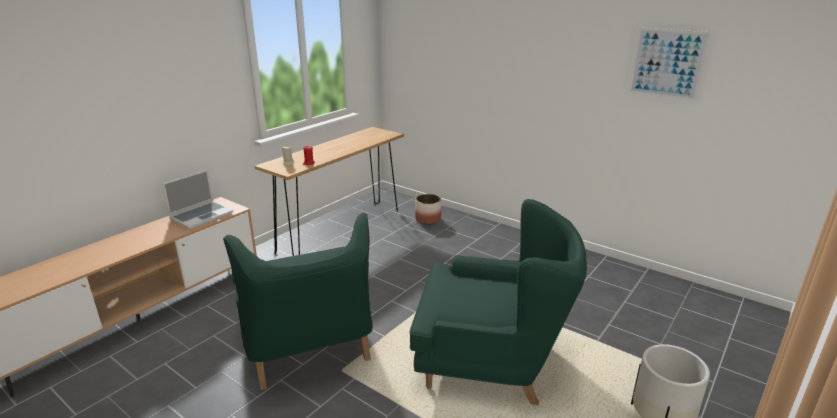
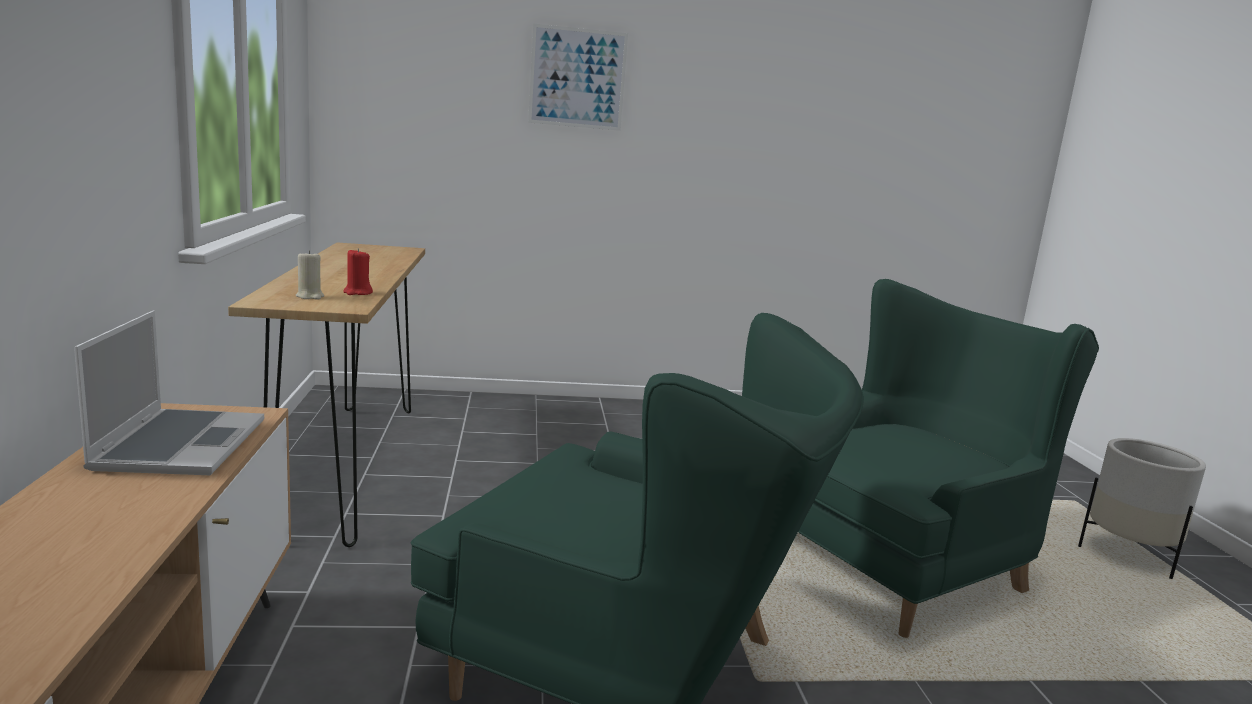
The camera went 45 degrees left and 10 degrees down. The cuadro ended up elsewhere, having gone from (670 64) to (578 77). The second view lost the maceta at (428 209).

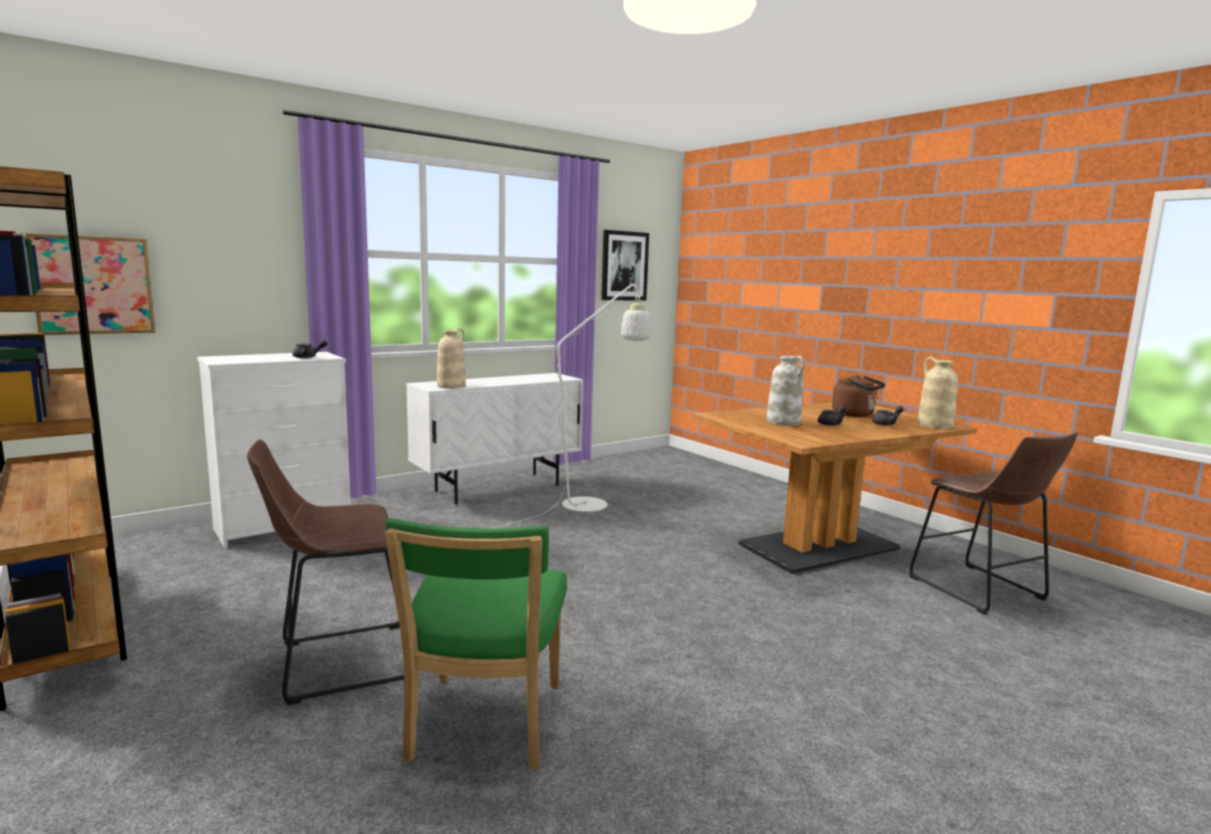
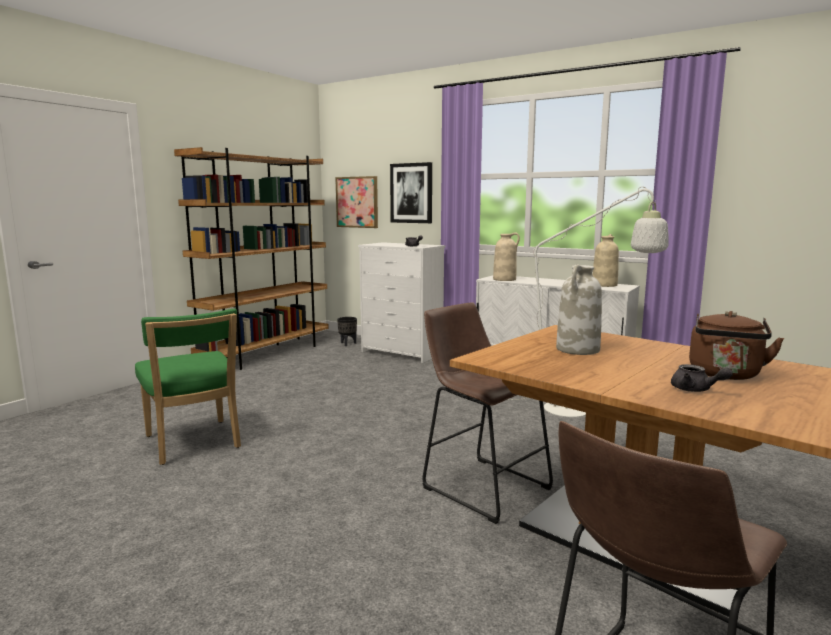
The camera went 70 degrees right and 0 degrees up. The cuadro ended up elsewhere, having gone from (625 265) to (411 192). The florero (beis) ended up elsewhere, having gone from (938 393) to (605 260). The second view lost the tetera (gris) at (832 415). The taburete (marrón) ended up elsewhere, having gone from (325 572) to (488 413). The silla (verde) at (476 644) ended up facing another way, 105 degrees counterclockwise from before. The second view gained the maceta (negro) at (347 331).

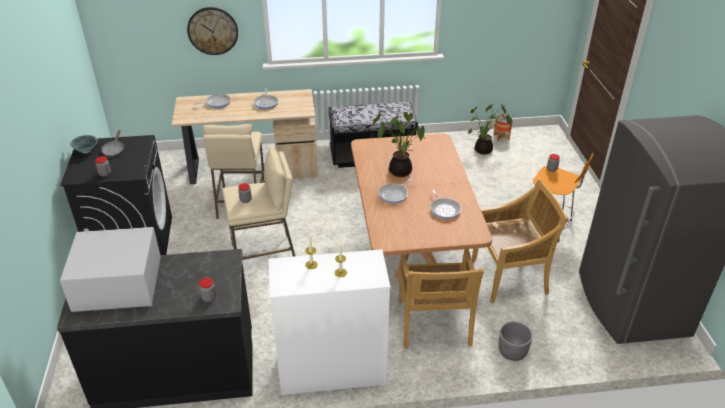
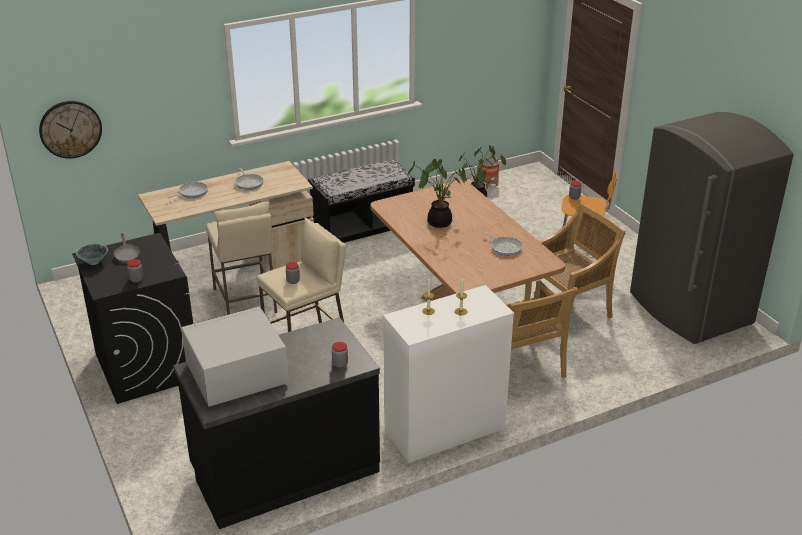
The camera went 20 degrees left and 5 degrees down. The reloj de pared ended up elsewhere, having gone from (212 31) to (70 130). The second view lost the sartén at (395 191). The second view lost the maceta (gris) at (515 341).

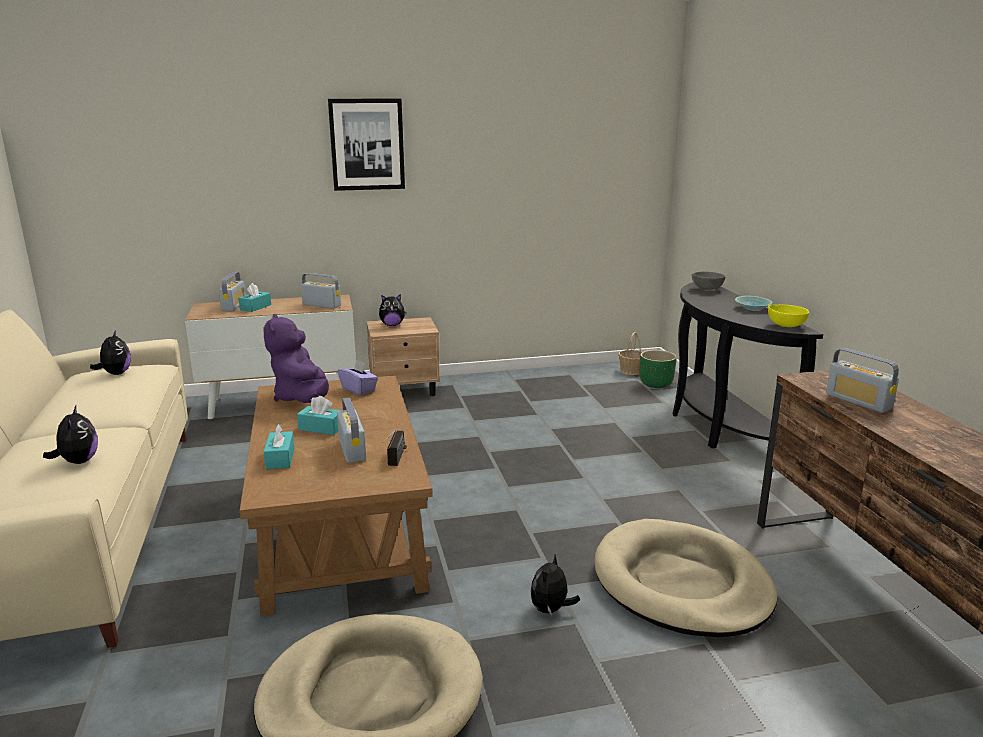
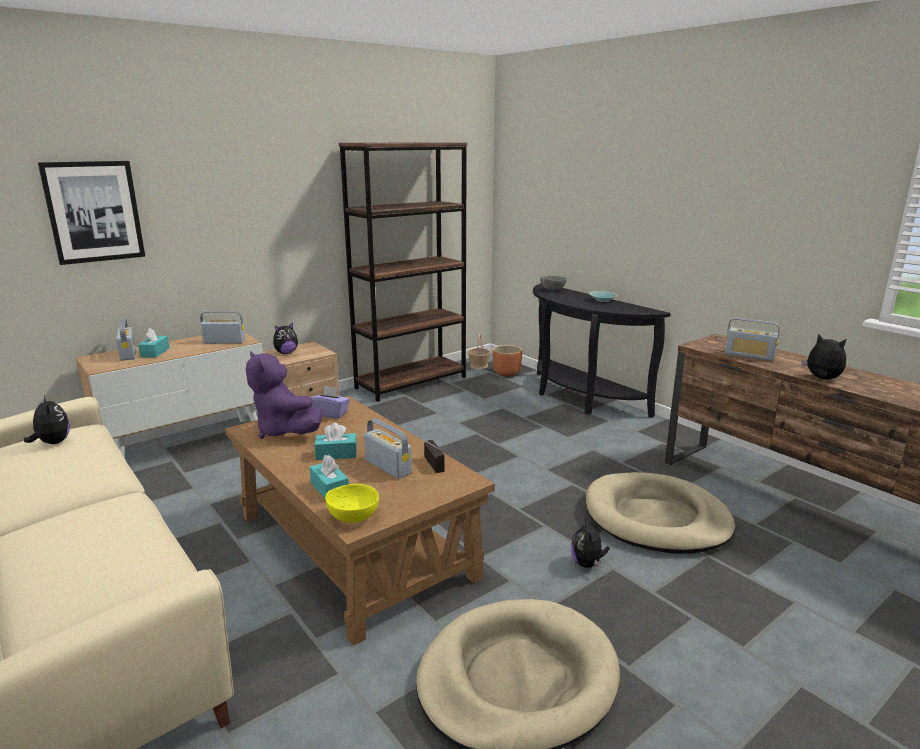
The camera went 25 degrees left and 0 degrees up. The cuadro ended up elsewhere, having gone from (366 145) to (91 213). The cuenco (amarillo) ended up elsewhere, having gone from (788 316) to (352 503). What was the maceta (verde) at (658 369) turned into the maceta (marrón) at (507 360). The peluche ended up elsewhere, having gone from (70 435) to (823 357). The second view gained the estantería (marrón) at (403 272).

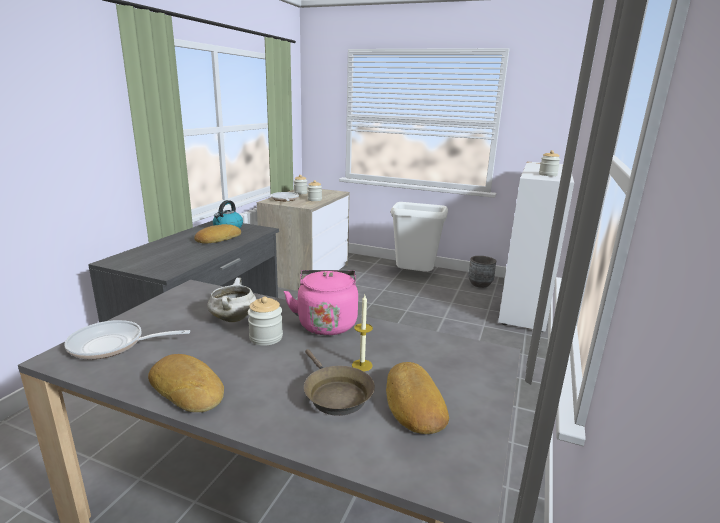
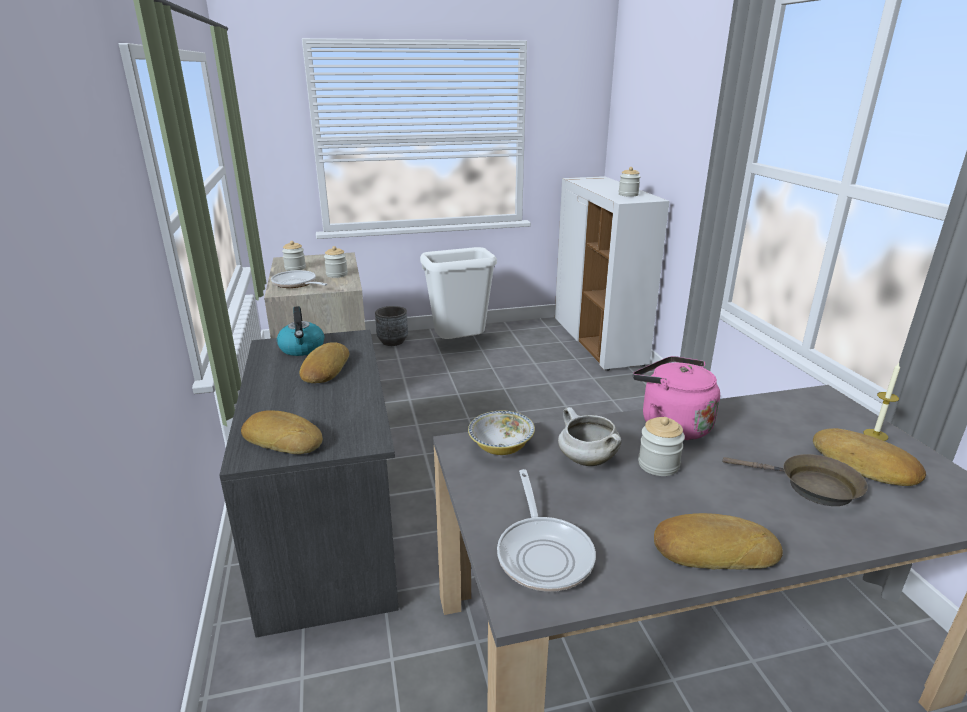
The camera went 35 degrees left and 5 degrees up. The maceta (gris) ended up elsewhere, having gone from (482 272) to (391 326). The vela ended up elsewhere, having gone from (362 333) to (882 402). The sartén at (127 339) ended up facing another way, 60 degrees counterclockwise from before. The second view gained the pan at (282 432). The second view gained the cuenco at (501 433).

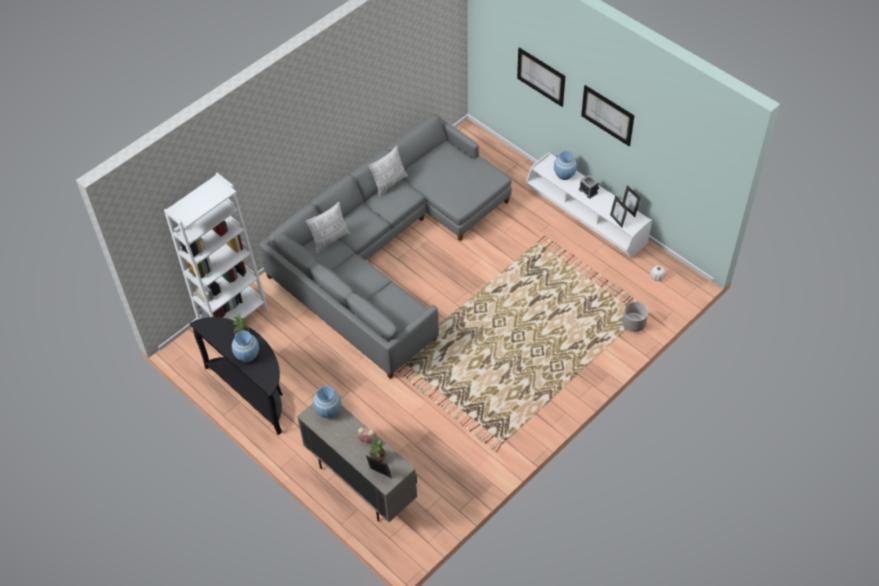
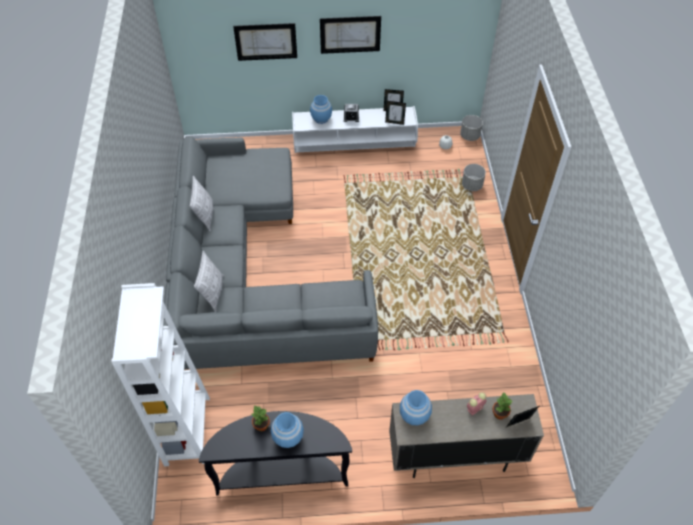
The camera went 50 degrees left and 0 degrees up. The second view gained the maceta (gris) at (471 128).

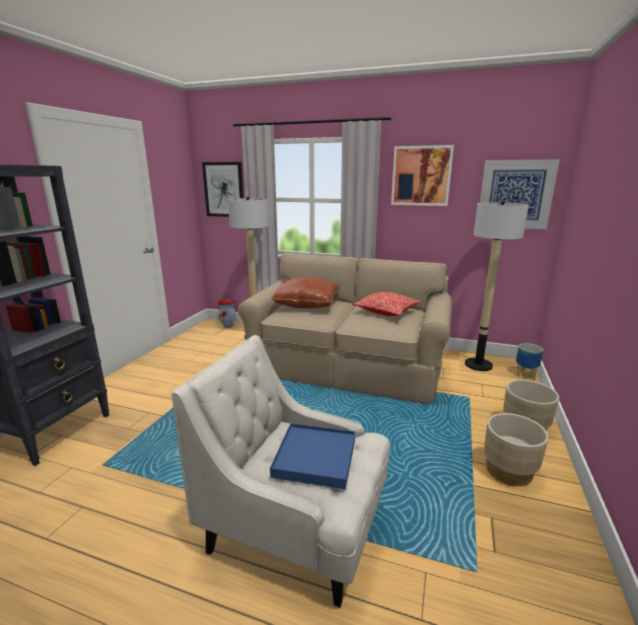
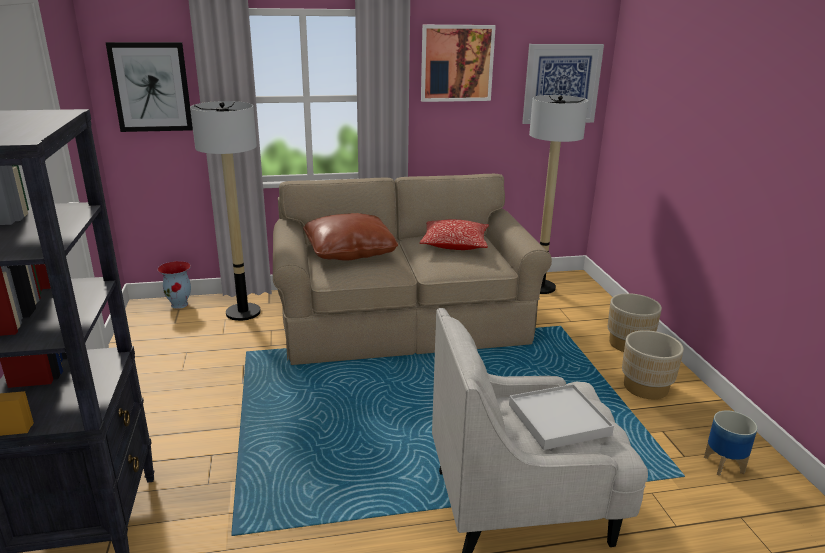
The camera went 30 degrees left and 5 degrees up. The maceta ended up elsewhere, having gone from (529 361) to (731 443). What was the bandeja (azul) at (312 456) turned into the bandeja (blanco) at (561 417).

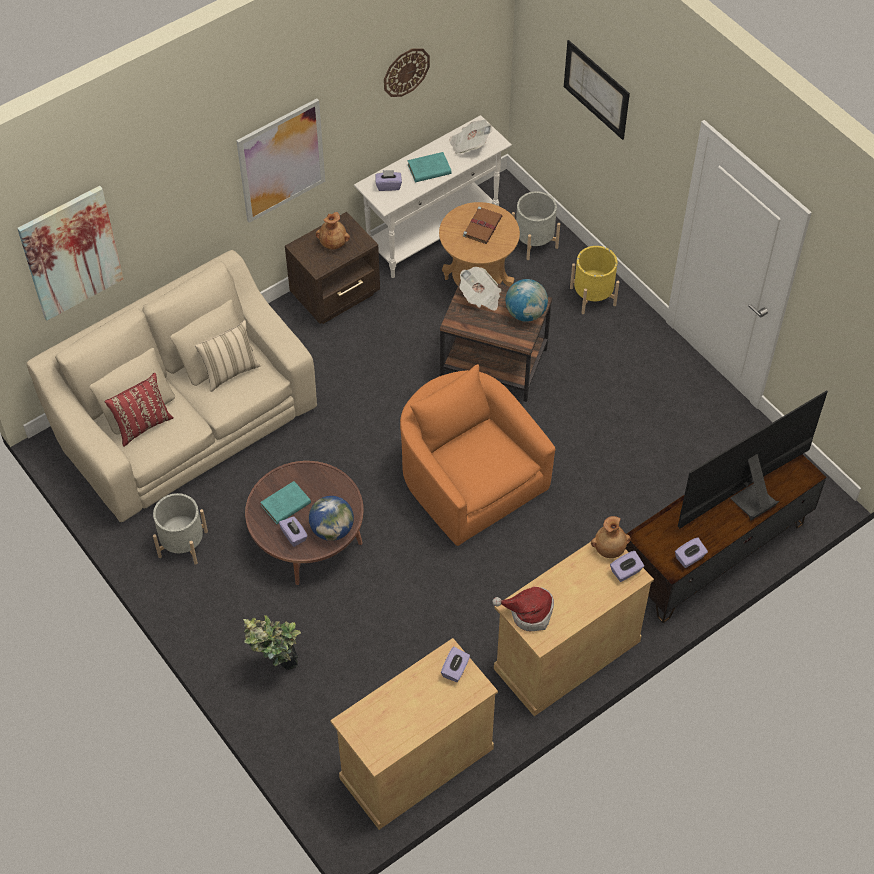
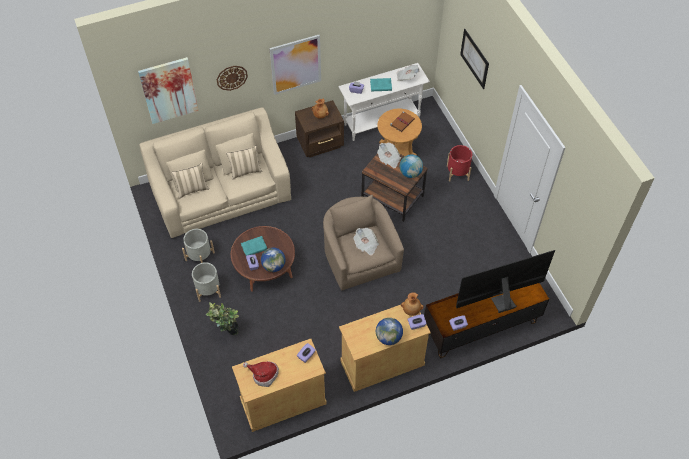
The camera went 15 degrees right and 0 degrees up. The reloj de pared ended up elsewhere, having gone from (407 72) to (232 78). The maceta (gris) ended up elsewhere, having gone from (536 225) to (206 282). What was the maceta (amarillo) at (594 280) turned into the maceta (rojo) at (460 163). What was the sillón (naranja) at (477 455) turned into the sillón (beis) at (363 242). What was the cojín (rojo) at (139 410) turned into the cojín (beis) at (190 181). The sombrero ended up elsewhere, having gone from (523 608) to (261 374). The second view gained the periódico at (366 241). The second view gained the globo terráqueo at (389 331).

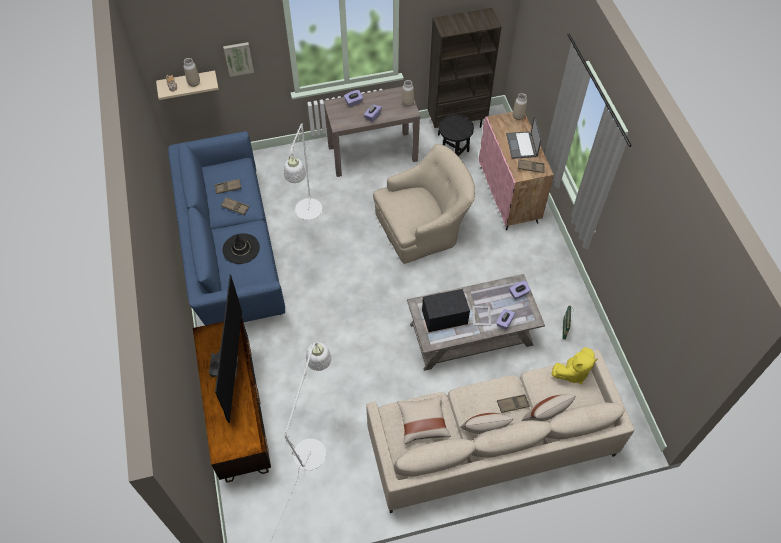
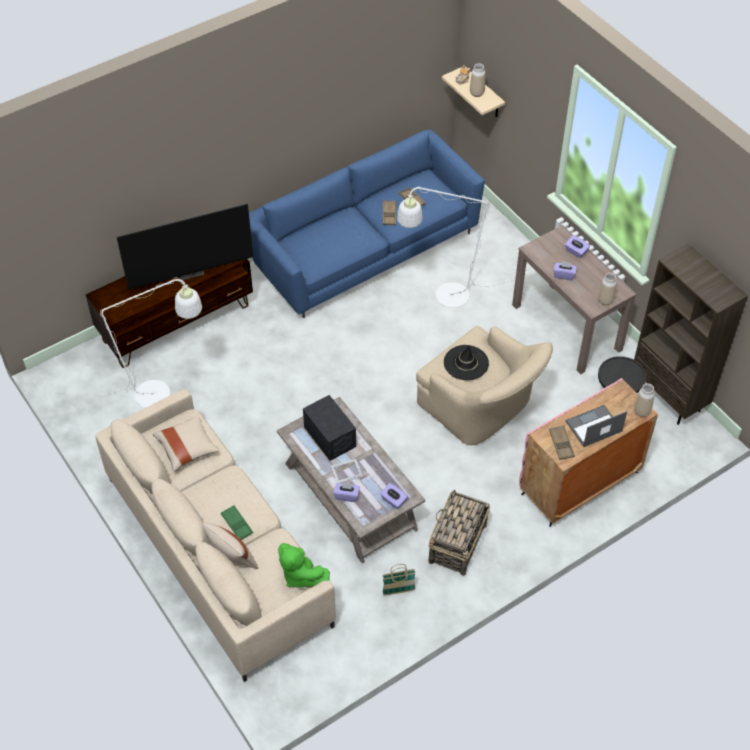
The camera went 70 degrees right and 5 degrees down. The second view lost the cuadro at (238 59). The sombrero (negro) ended up elsewhere, having gone from (241 248) to (466 362). What was the peluche (amarillo) at (574 365) turned into the peluche (verde) at (304 565). What was the bandeja (marrón) at (513 403) turned into the bandeja (verde) at (237 522). The second view lost the cojín (beis) at (487 423). The second view gained the cesta at (459 532).

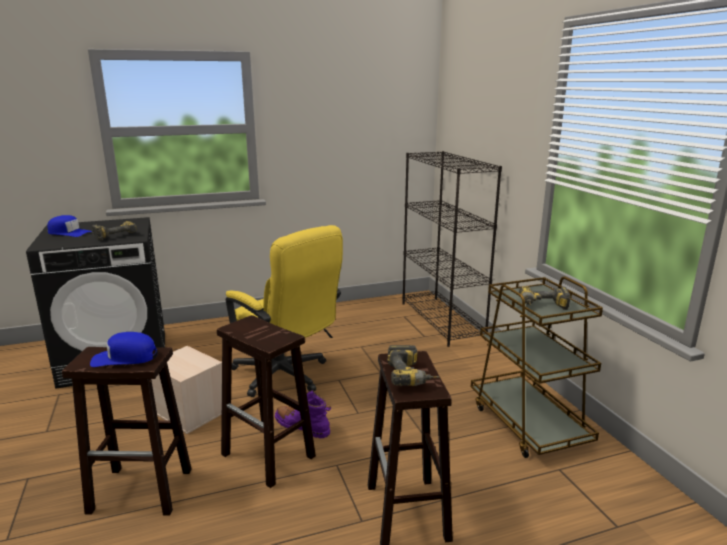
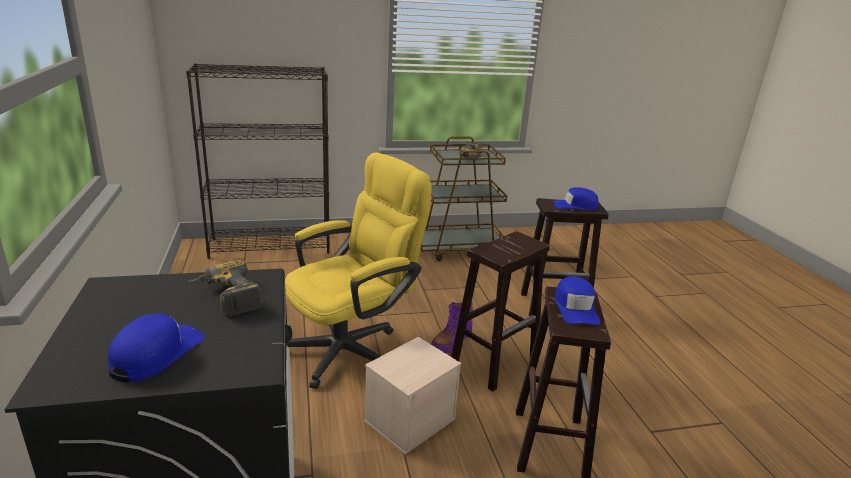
The camera went 85 degrees left and 5 degrees up. Where the taladro stood at (413 365), the gorra (azul) came to stand at (575 198).

